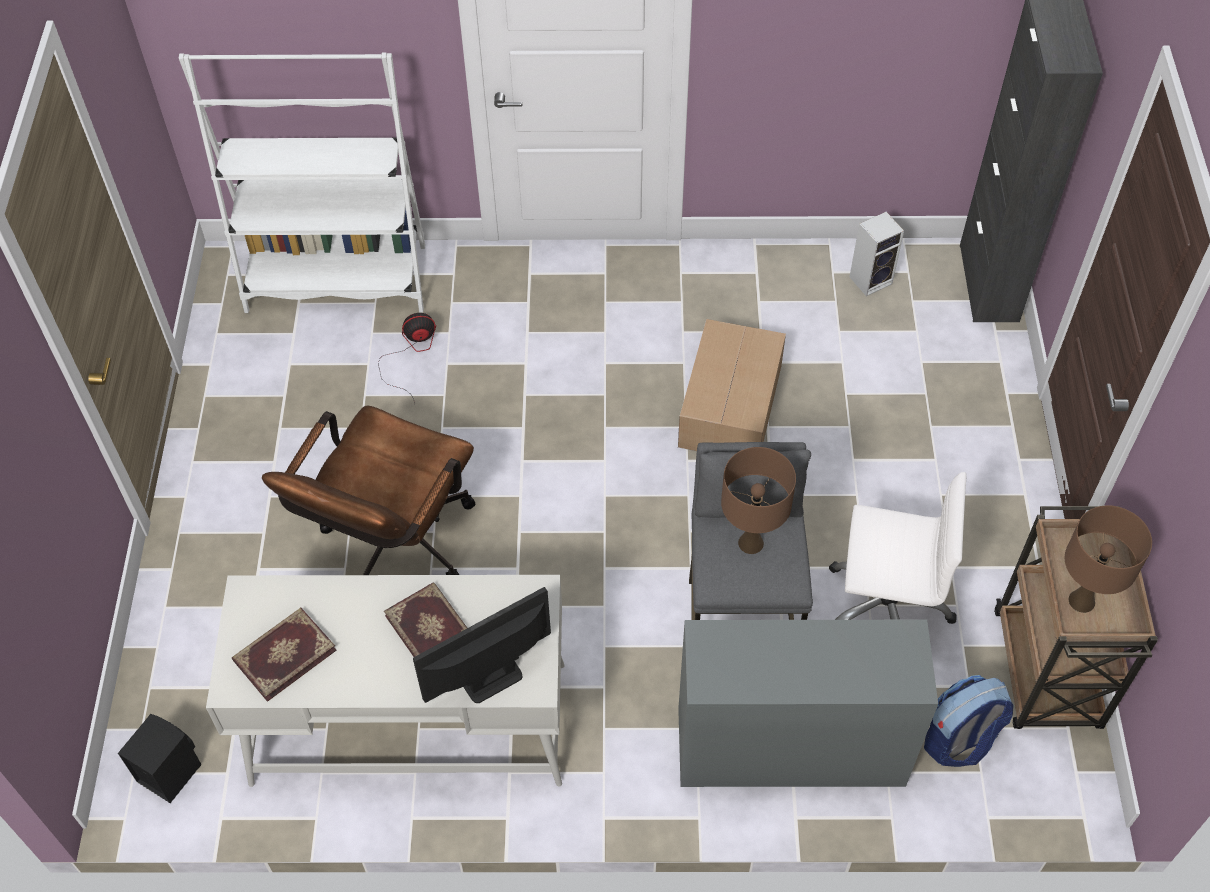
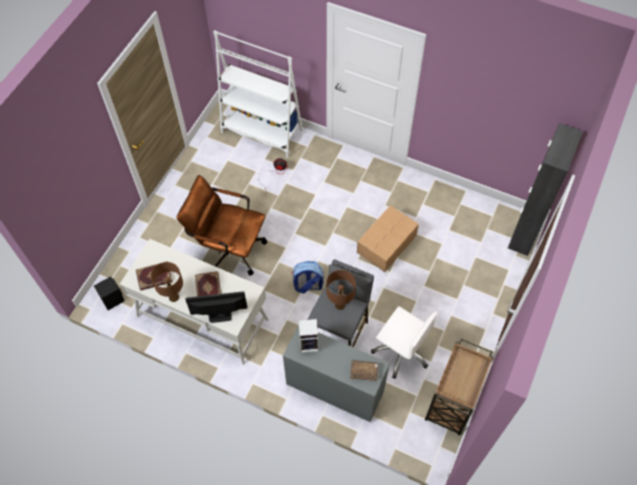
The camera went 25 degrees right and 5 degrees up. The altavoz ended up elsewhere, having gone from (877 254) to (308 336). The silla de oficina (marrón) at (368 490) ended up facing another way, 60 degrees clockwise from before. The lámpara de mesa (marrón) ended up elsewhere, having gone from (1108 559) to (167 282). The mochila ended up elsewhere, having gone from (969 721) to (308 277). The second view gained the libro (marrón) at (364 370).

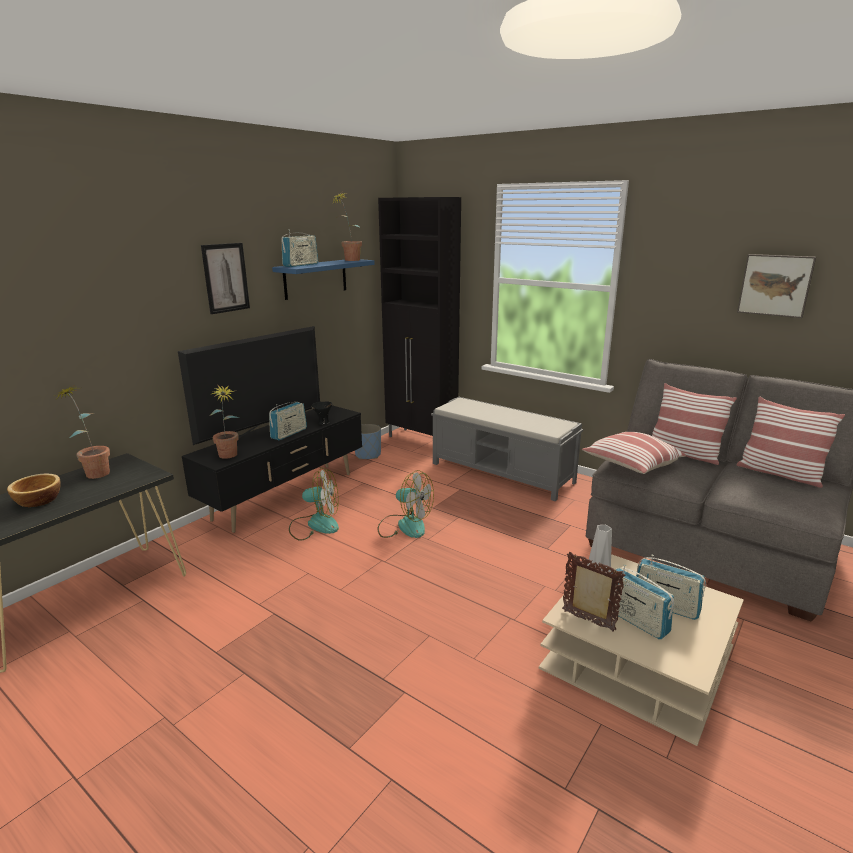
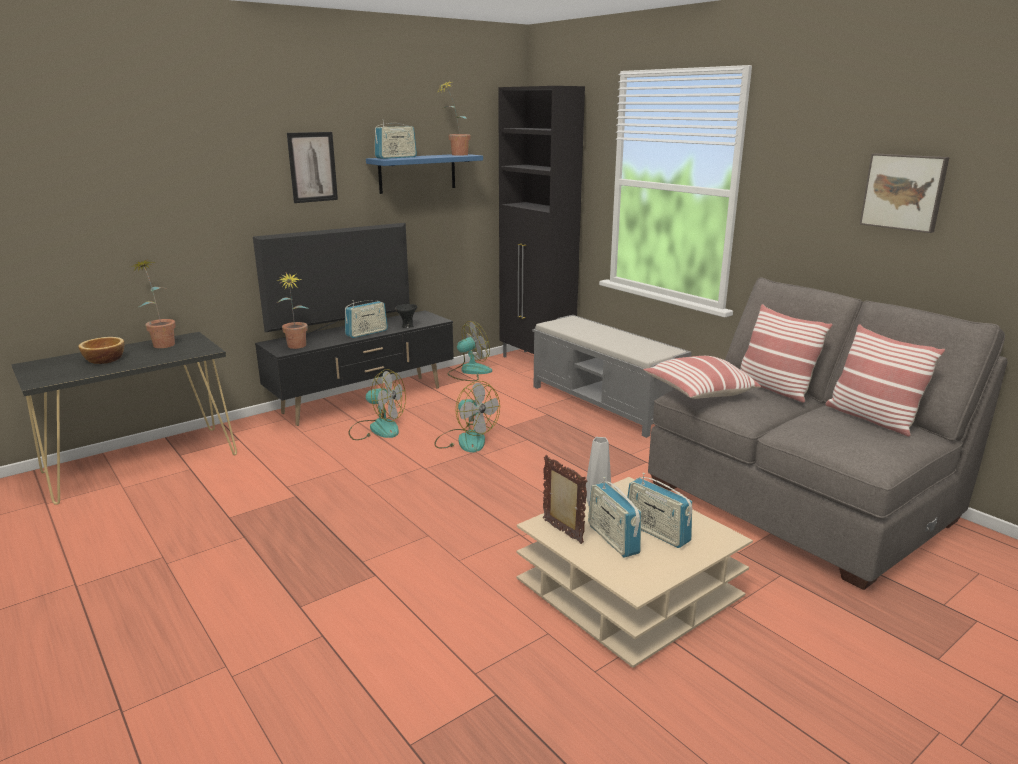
The camera went 15 degrees right and 0 degrees up. Where the maceta (azul) stood at (368 441), the ventilador came to stand at (469 351).

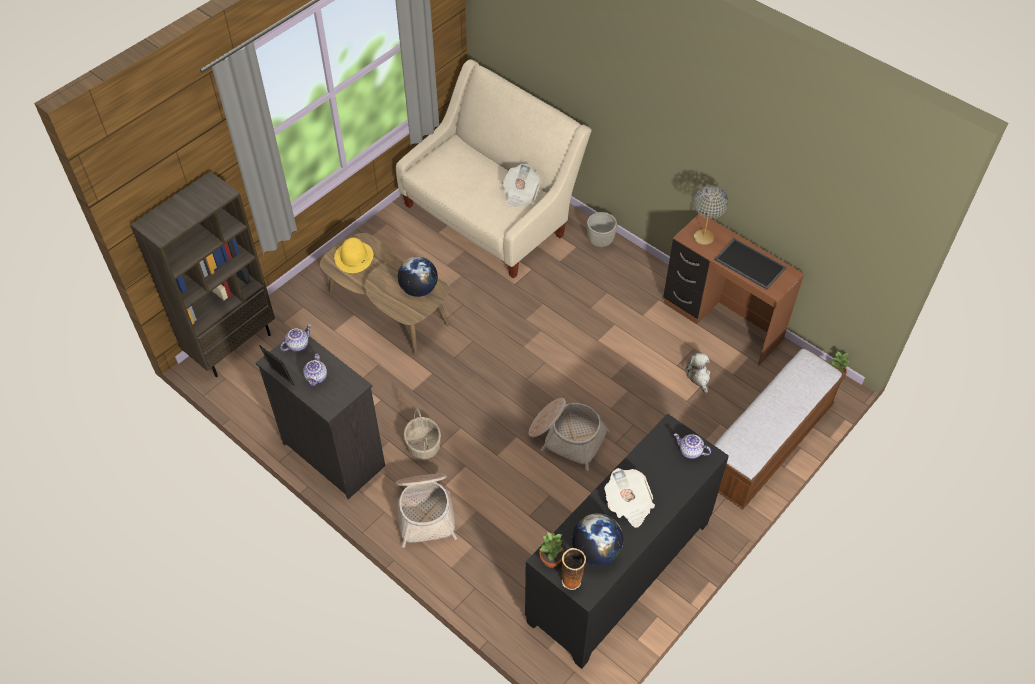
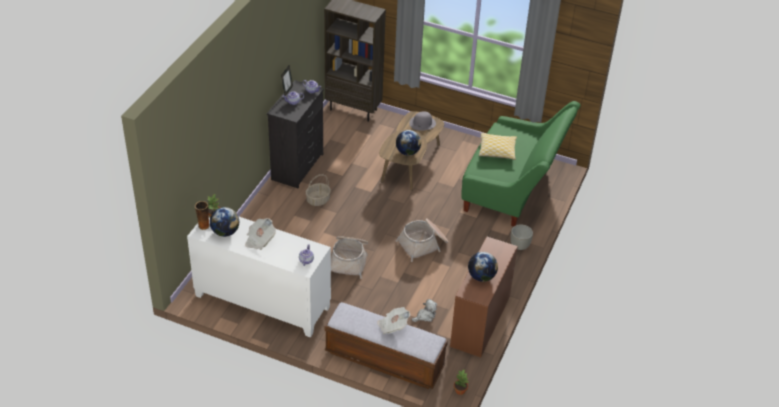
The camera went 70 degrees right and 10 degrees down. What was the sofá (beis) at (494 169) turned into the sofá (verde) at (521 164). The periódico ended up elsewhere, having gone from (522 185) to (393 320). The second view lost the lámpara de mesa (gris) at (710 215). What was the sombrero (amarillo) at (353 255) turned into the sombrero (gris) at (422 121). Where the bandeja stood at (750 264), the globo terráqueo came to stand at (483 267). What was the armario (negro) at (627 541) turned into the armario (blanco) at (259 277). The cesta ended up elsewhere, having gone from (426 511) to (422 240). The second view gained the cojín at (498 146).

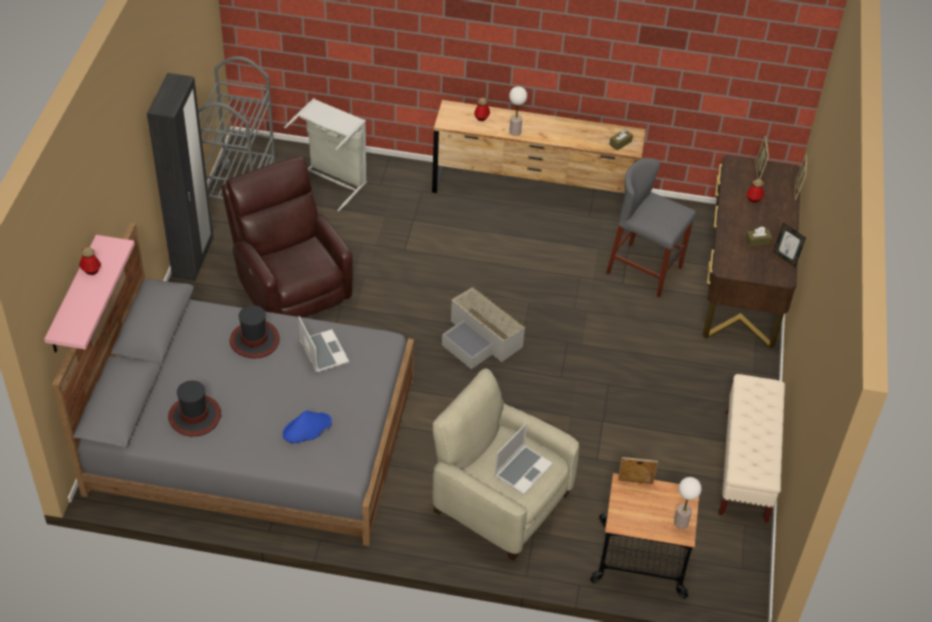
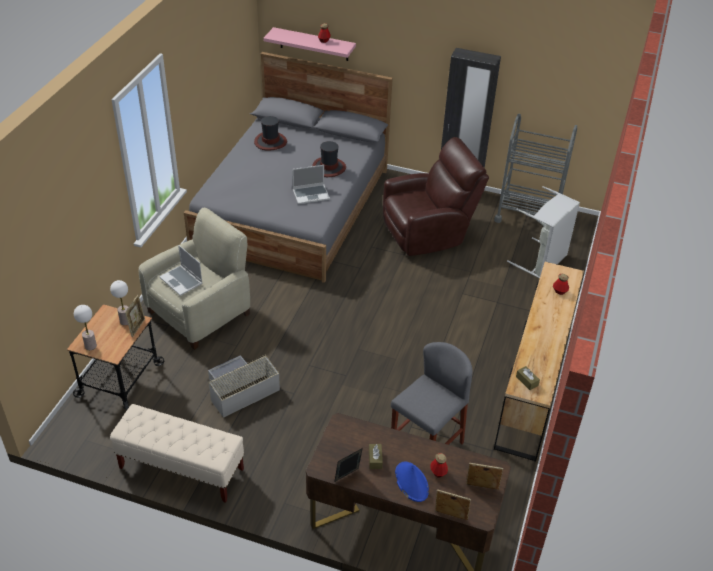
The camera went 100 degrees right and 5 degrees down. The lámpara de mesa ended up elsewhere, having gone from (518 111) to (119 302). The caja de almacenaje (gris) ended up elsewhere, having gone from (483 328) to (244 386). The sombrero (azul) ended up elsewhere, having gone from (307 427) to (412 482).

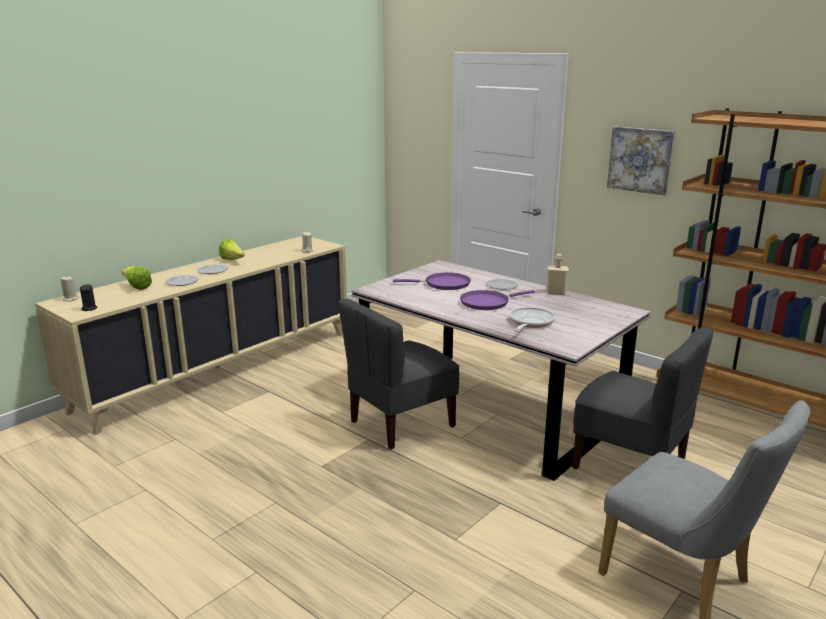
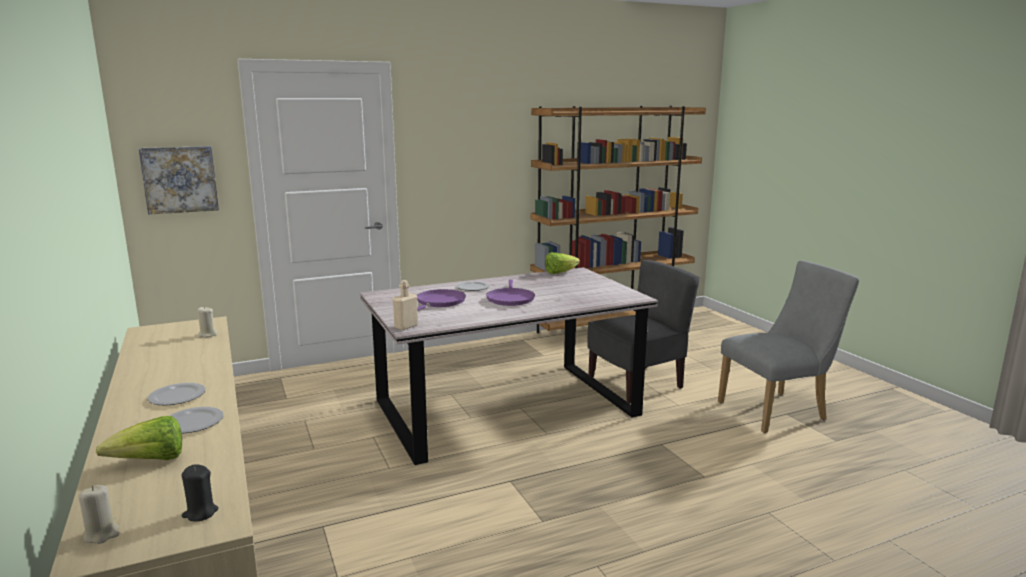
The camera went 65 degrees left and 5 degrees down. The cuadro ended up elsewhere, having gone from (641 161) to (178 180). The lechuga ended up elsewhere, having gone from (232 249) to (562 263). The botella (beis) ended up elsewhere, having gone from (558 274) to (405 305). The second view lost the silla (gris) at (398 373). The second view lost the sartén at (532 319).

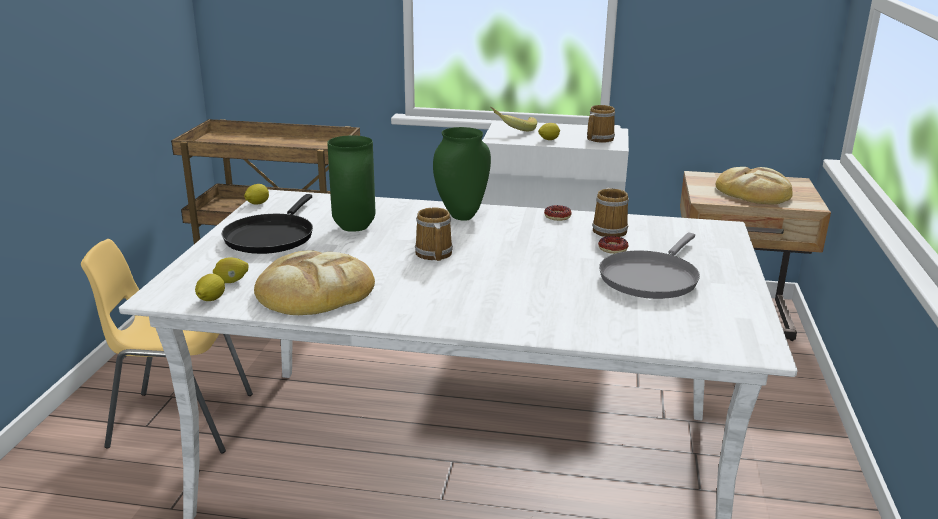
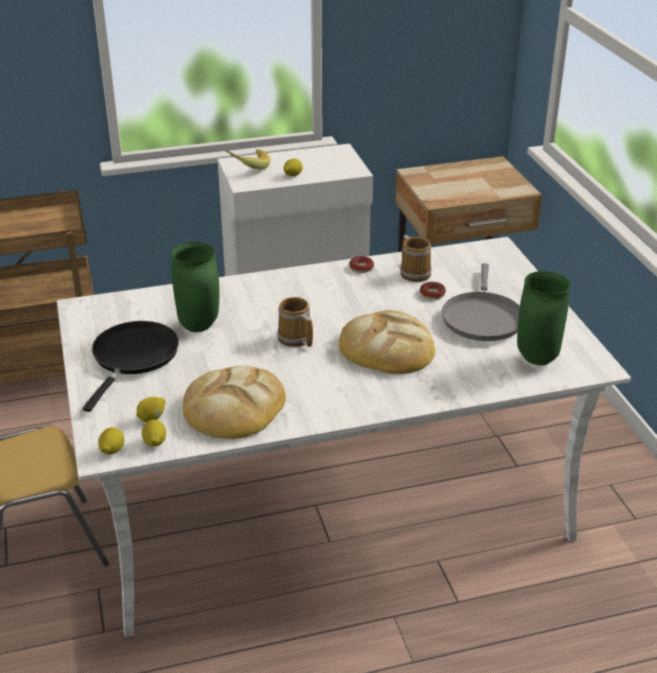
The camera went 25 degrees left and 10 degrees up. The second view lost the taza grande at (601 124). The florero (verde) ended up elsewhere, having gone from (462 174) to (543 318). The pan ended up elsewhere, having gone from (754 185) to (387 342). The limón ended up elsewhere, having gone from (256 194) to (111 440). The sartén (negro) at (267 224) ended up facing another way, 150 degrees counterclockwise from before.

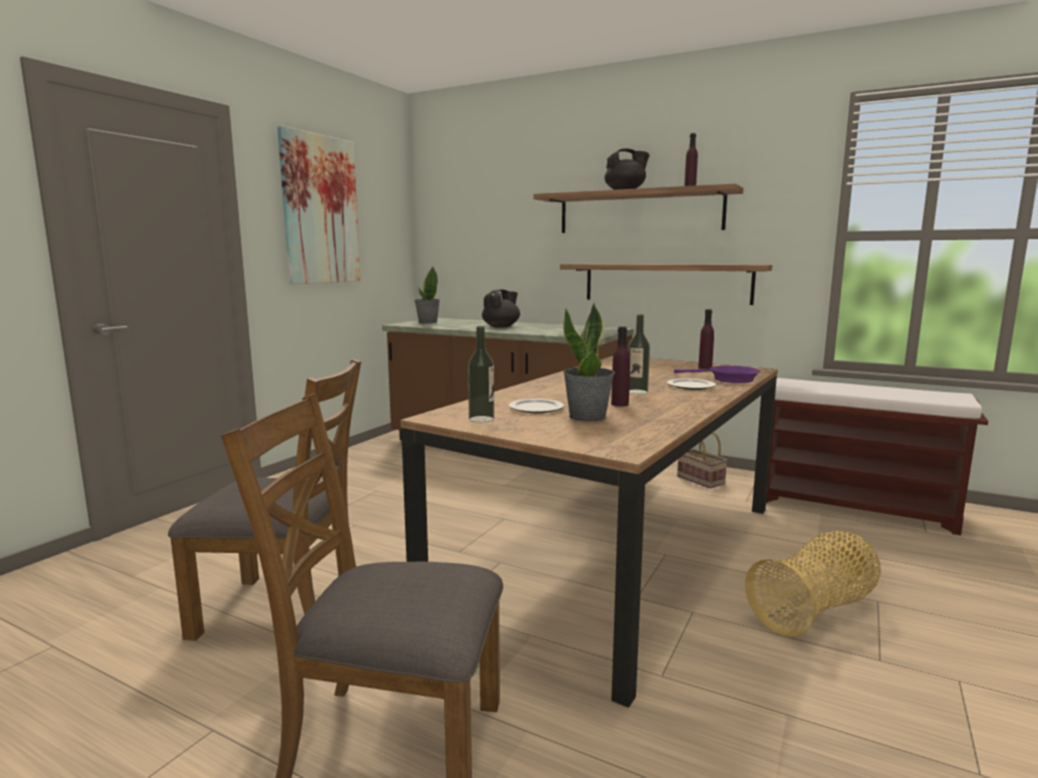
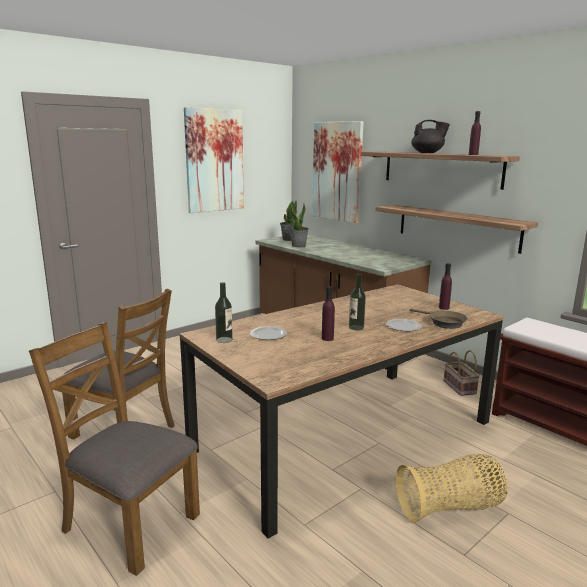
The camera went 20 degrees right and 5 degrees up. The second view lost the tetera (negro) at (501 309). The planta en maceta ended up elsewhere, having gone from (589 362) to (299 225). What was the sartén (morado) at (717 374) turned into the sartén (marrón) at (439 319). The second view gained the cuadro at (338 172).

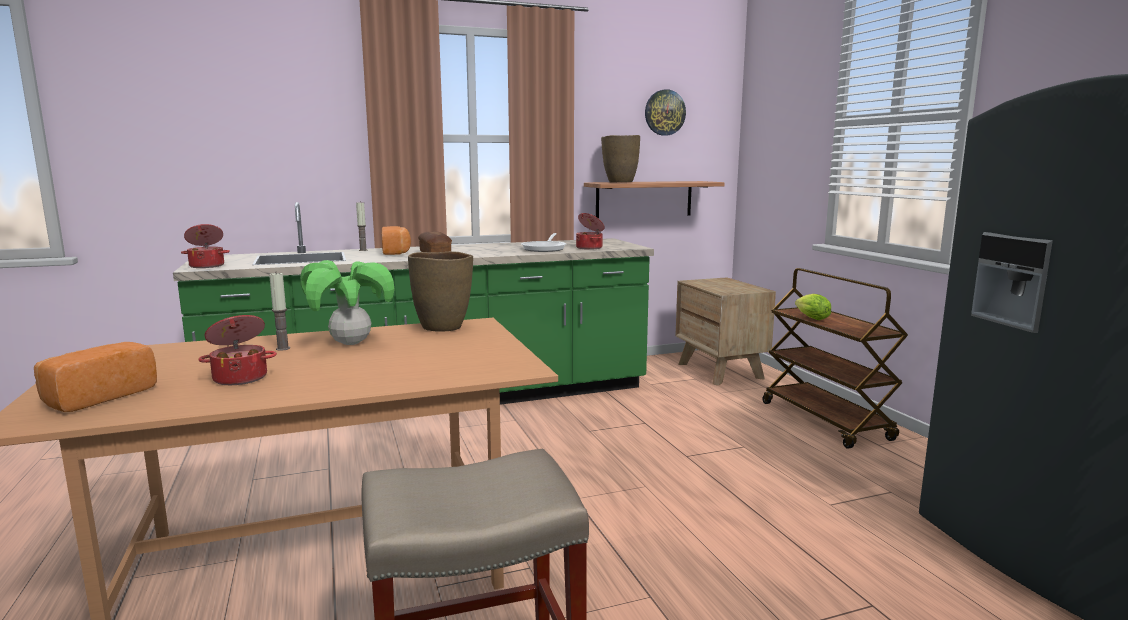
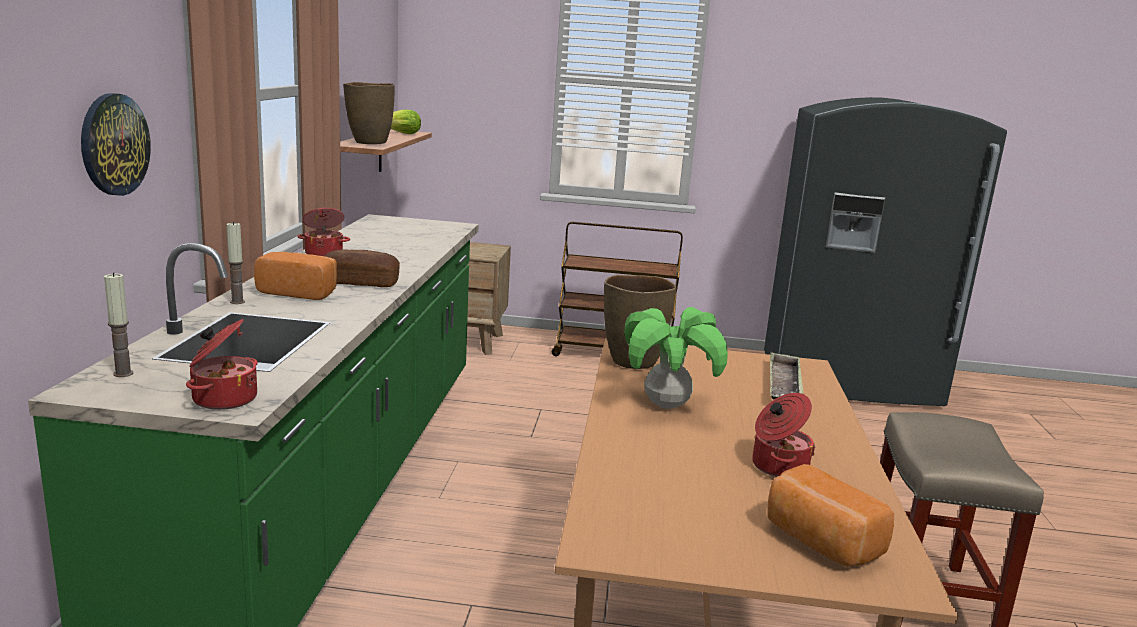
The camera went 65 degrees left and 5 degrees up. The reloj de pared ended up elsewhere, having gone from (665 112) to (116 144). The olla ended up elsewhere, having gone from (590 231) to (323 232). The second view lost the sartén at (543 242). The vela ended up elsewhere, having gone from (279 311) to (118 324). The lechuga ended up elsewhere, having gone from (813 307) to (406 121). The second view gained the bandeja at (787 375).

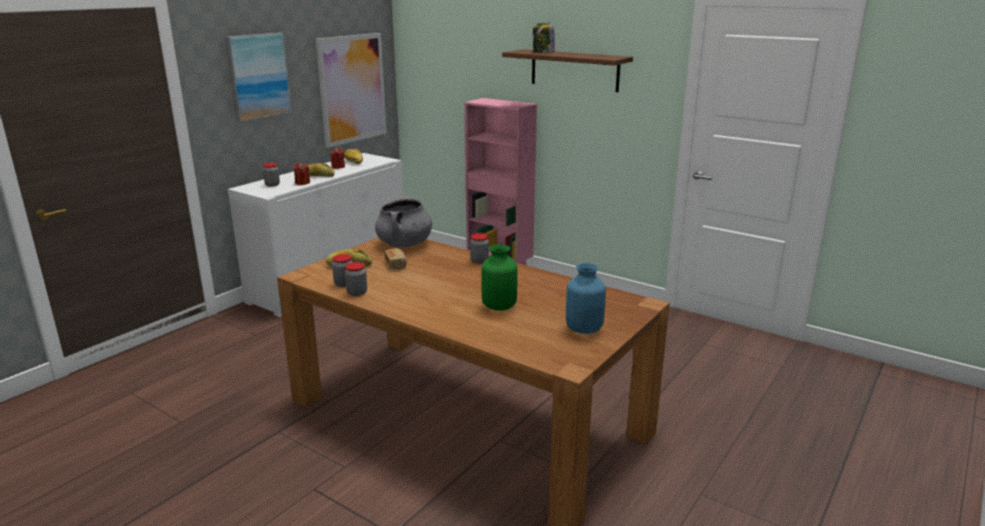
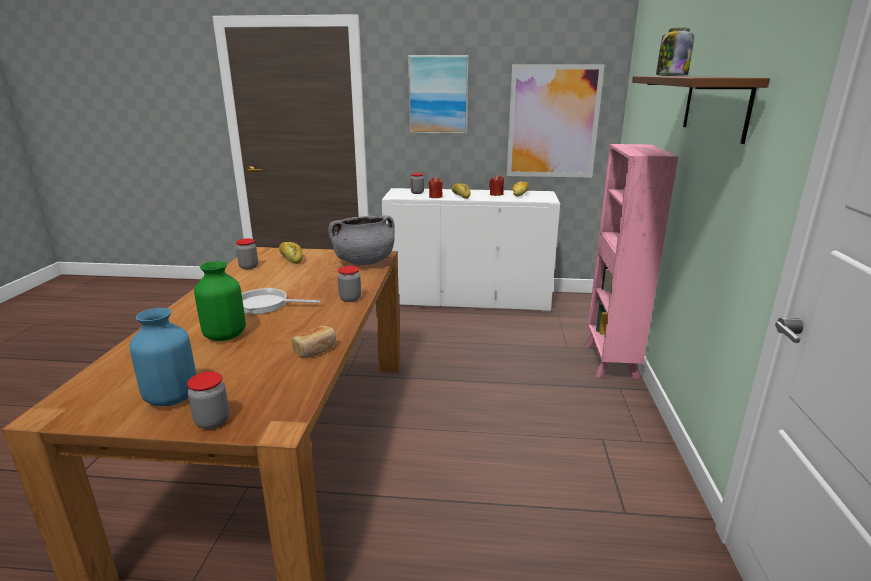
The camera went 60 degrees right and 0 degrees up. The pan ended up elsewhere, having gone from (396 259) to (314 342). The tarro ended up elsewhere, having gone from (356 279) to (208 400). The second view gained the sartén at (281 301).

